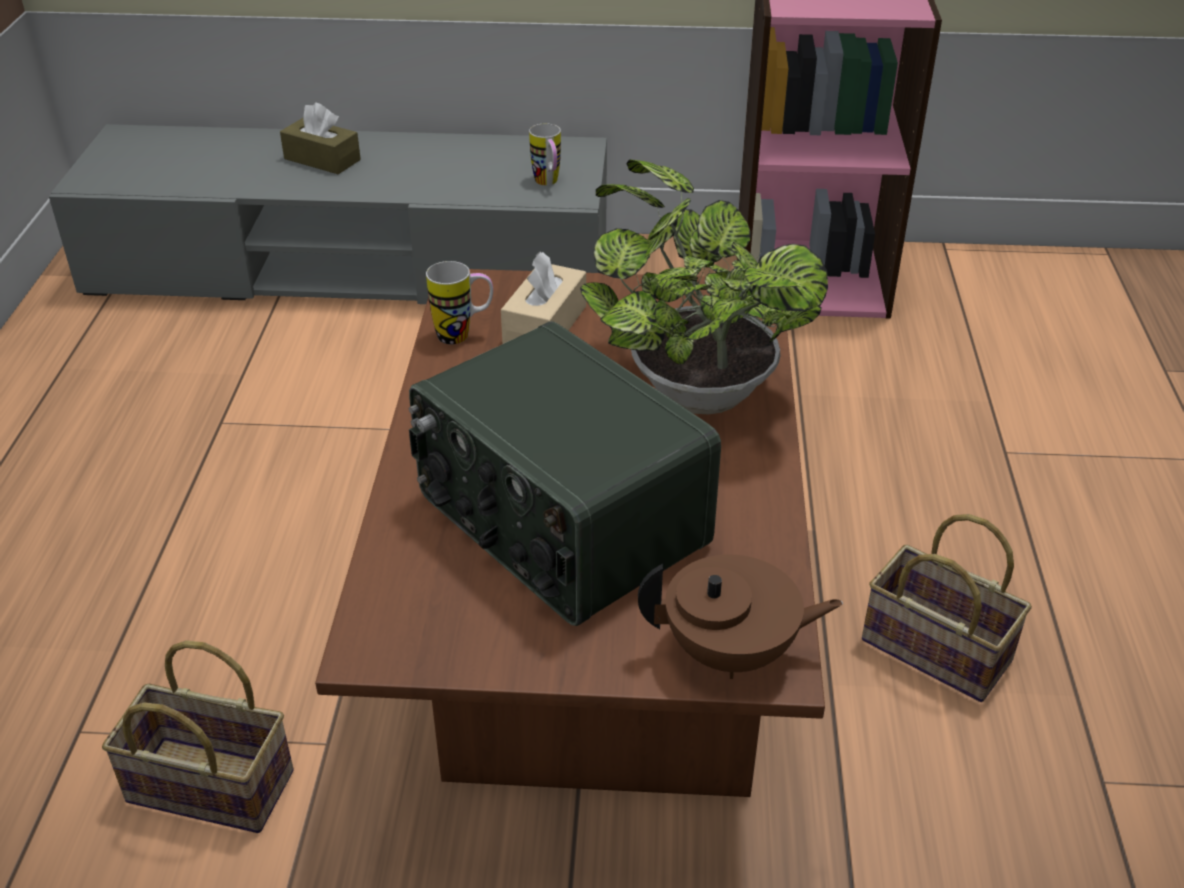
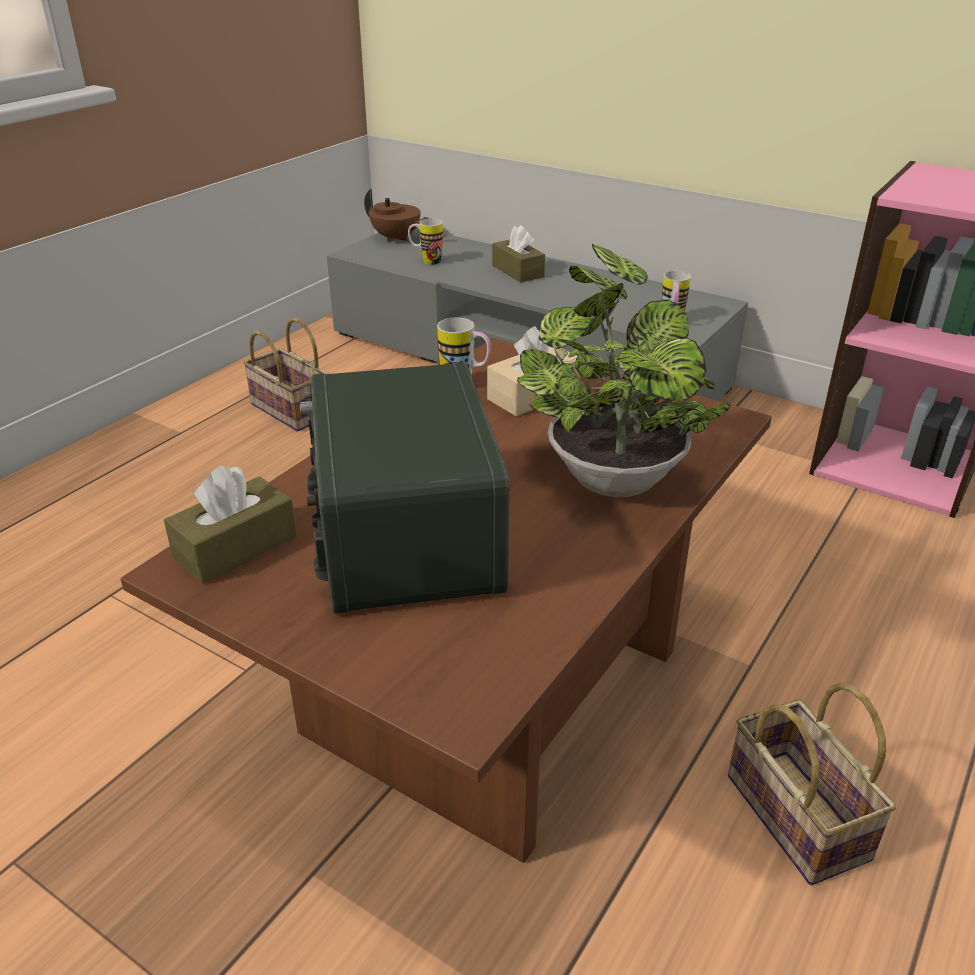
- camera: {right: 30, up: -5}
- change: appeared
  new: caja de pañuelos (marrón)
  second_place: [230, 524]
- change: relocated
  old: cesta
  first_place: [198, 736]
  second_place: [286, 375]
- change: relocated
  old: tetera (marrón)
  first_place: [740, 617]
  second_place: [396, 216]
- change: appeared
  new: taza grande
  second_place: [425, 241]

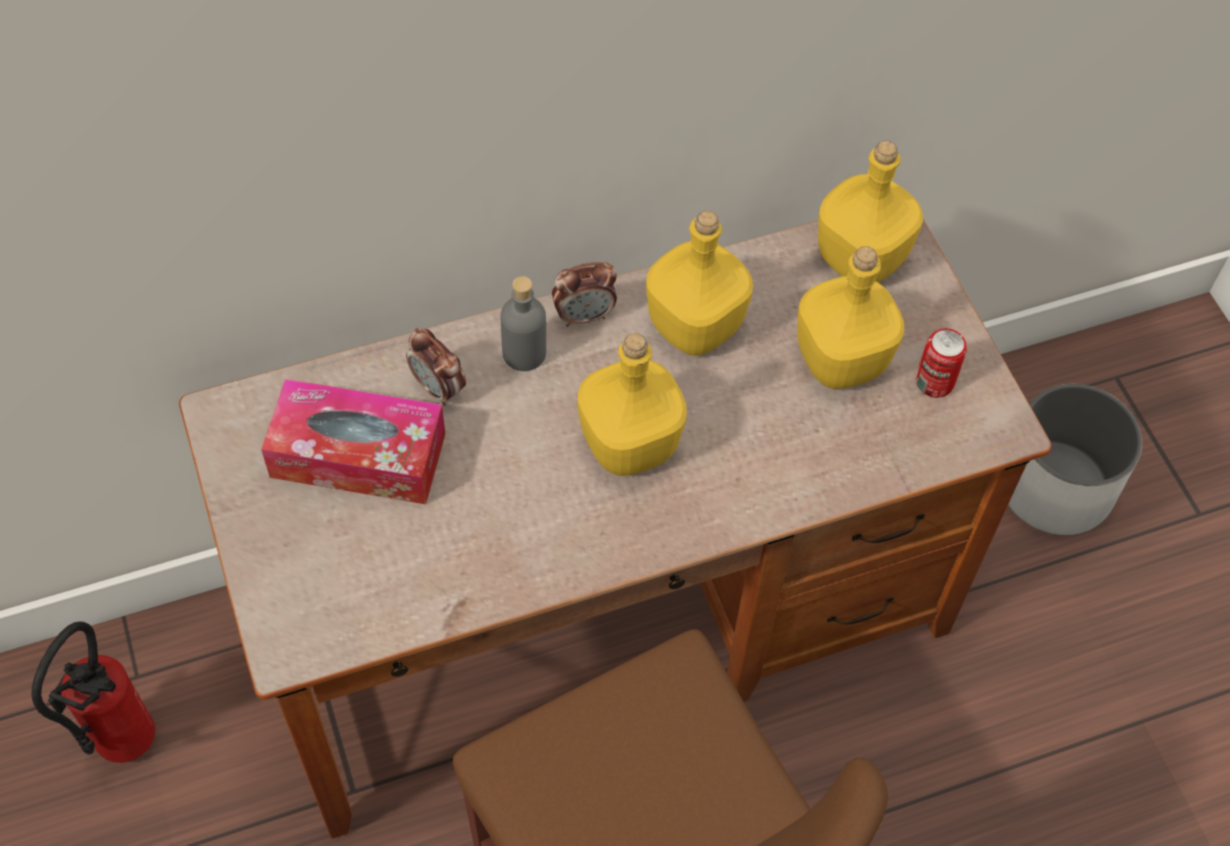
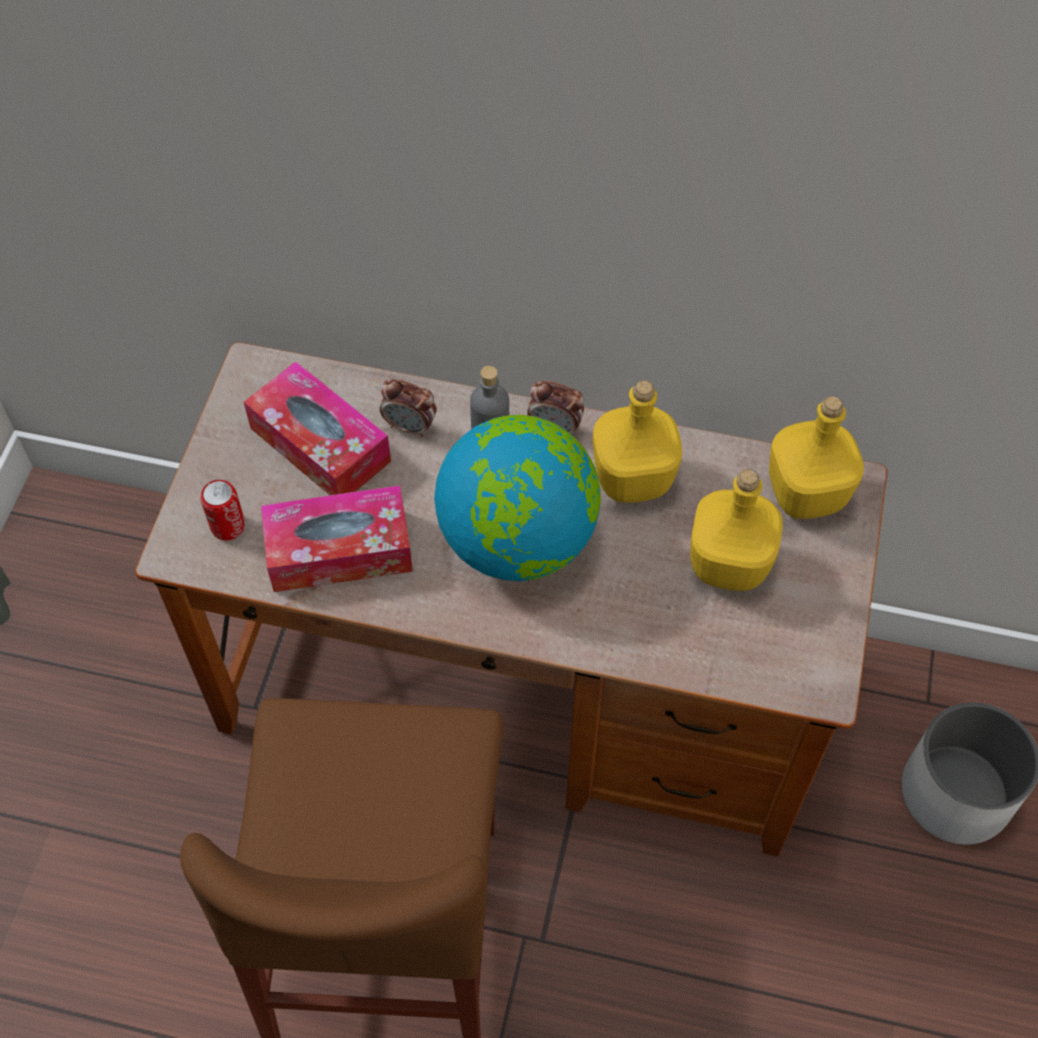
- camera: {right: 35, up: 0}
- change: relocated
  old: lata
  first_place: [941, 363]
  second_place: [223, 510]
- change: appeared
  new: caja de pañuelos
  second_place: [337, 538]
- change: spun
  old: despertador
  first_place: [436, 367]
  second_place: [408, 408]
  degrees: -60
- change: exchanged
  old: botella (amarillo)
  new: globo terráqueo
  first_place: [632, 404]
  second_place: [517, 498]
- change: missing
  old: extintor
  first_place: [93, 692]

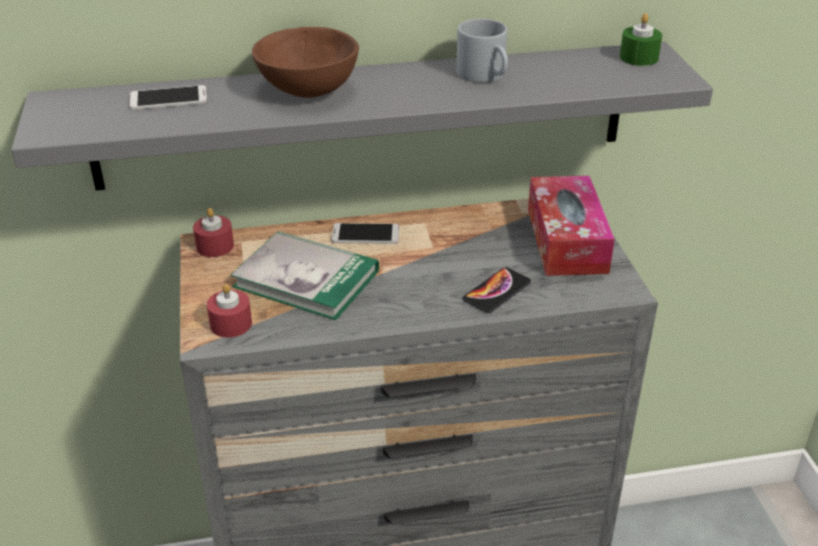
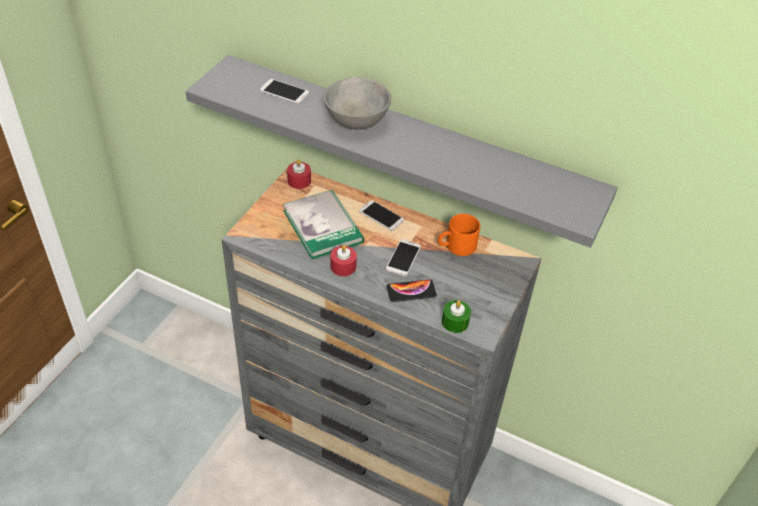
- camera: {right: 35, up: 10}
- change: colour
  old: cuenco (marrón)
  new: cuenco (gris)
  first_place: [305, 62]
  second_place: [357, 103]
- change: relocated
  old: vela (rojo)
  first_place: [229, 310]
  second_place: [344, 260]
- change: appeared
  new: móvil
  second_place: [403, 257]
- change: appeared
  new: taza grande (naranja)
  second_place: [459, 235]
- change: relocated
  old: vela (verde)
  first_place: [641, 39]
  second_place: [456, 316]
- change: missing
  old: taza grande (gris)
  first_place: [482, 51]
- change: missing
  old: caja de pañuelos
  first_place: [571, 226]

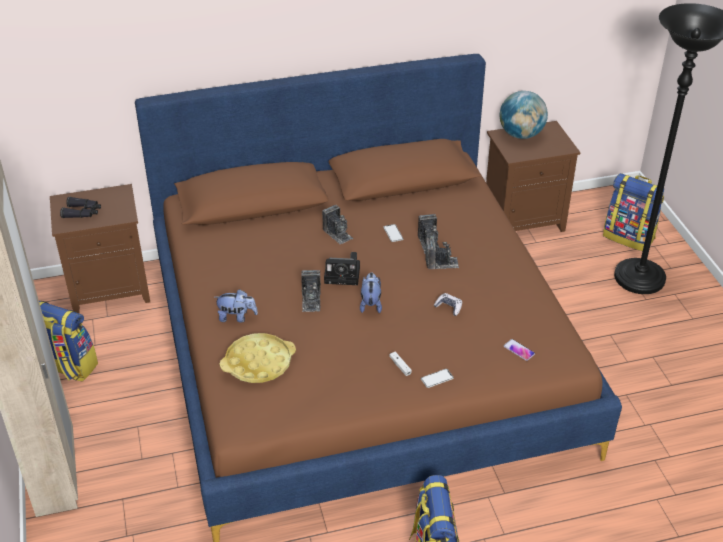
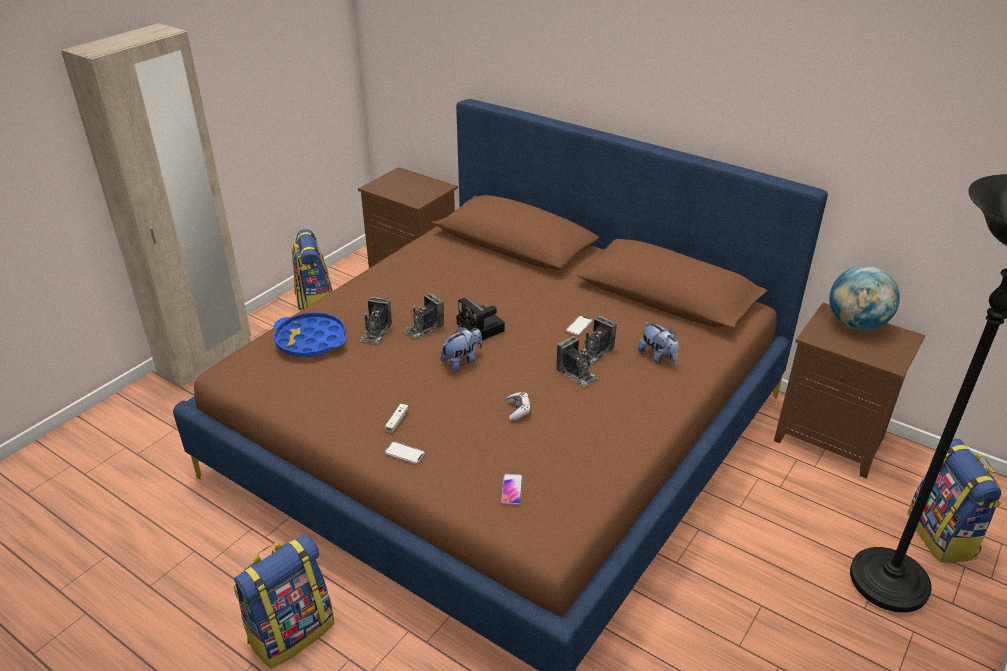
- camera: {right: 50, up: -5}
- change: colour
  old: bandeja (amarillo)
  new: bandeja (azul)
  first_place: [258, 358]
  second_place: [310, 334]
- change: relocated
  old: cámara
  first_place: [337, 225]
  second_place: [376, 320]
- change: relocated
  old: peluche
  first_place: [236, 306]
  second_place: [658, 343]
- change: missing
  old: prismáticos (negro)
  first_place: [80, 207]

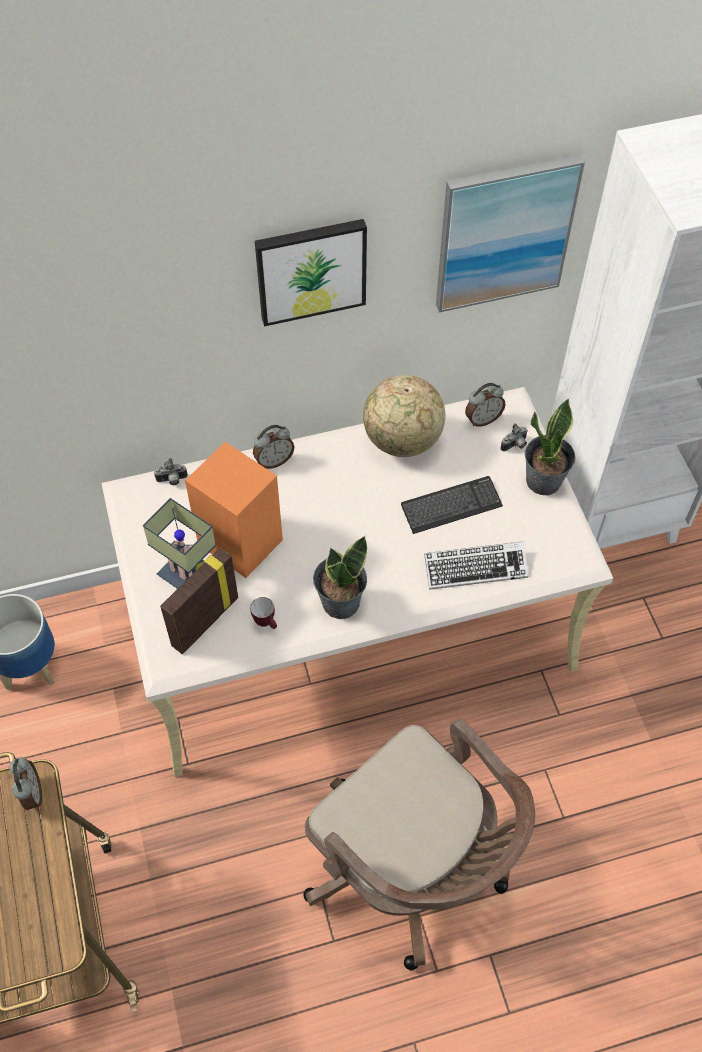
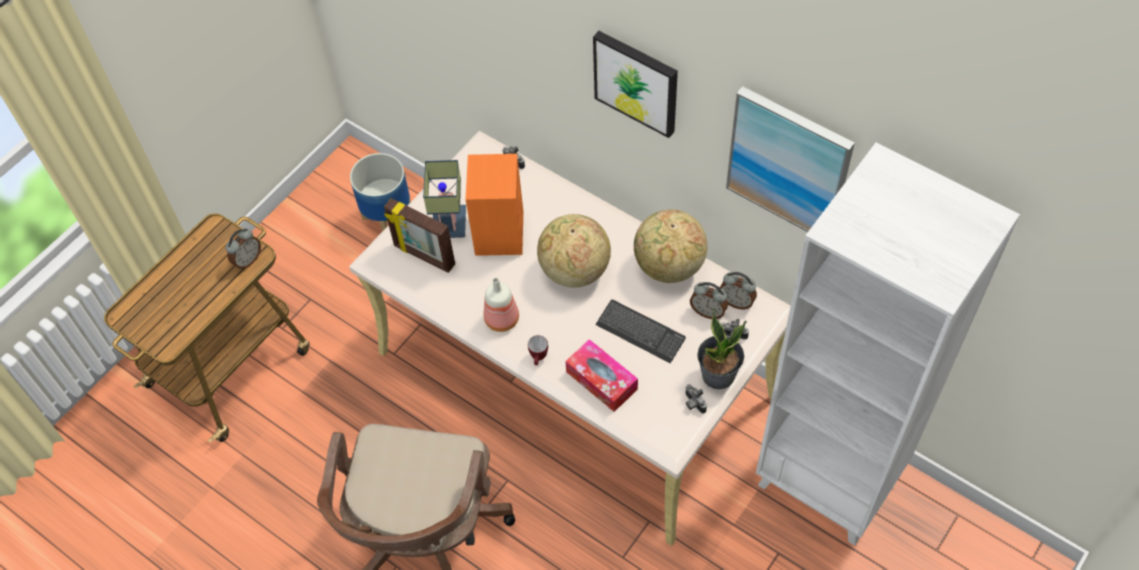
- camera: {right: 55, up: 0}
- change: spun
  old: portarretratos
  first_place: [199, 601]
  second_place: [419, 235]
  degrees: -150
- change: exchanged
  old: planta en maceta
  new: botella
  first_place: [340, 577]
  second_place: [501, 305]
- change: relocated
  old: taza grande
  first_place: [263, 613]
  second_place: [538, 350]
- change: appeared
  new: globo terráqueo
  second_place: [574, 251]
- change: exchanged
  old: teclado
  new: caja de pañuelos
  first_place: [476, 565]
  second_place: [601, 375]
- change: appeared
  new: cámara
  second_place: [696, 398]
- change: relocated
  old: despertador
  first_place: [273, 447]
  second_place: [709, 300]

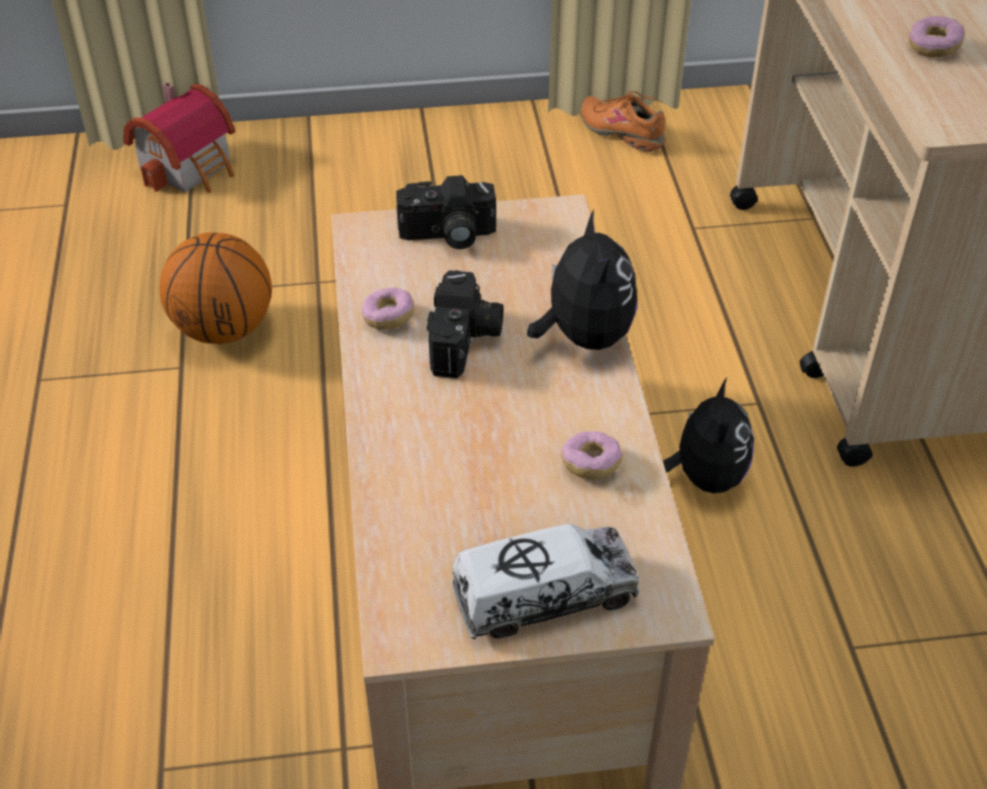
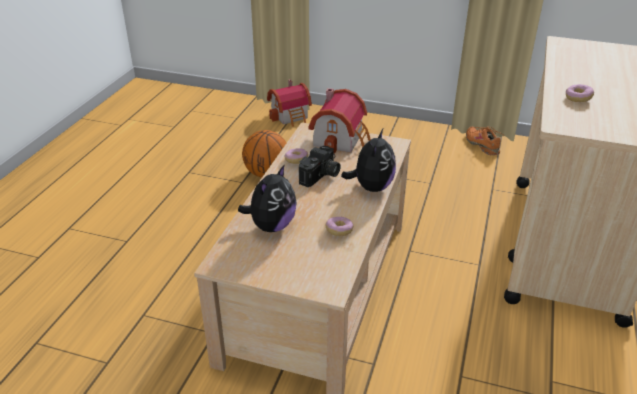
- camera: {right: 25, up: -10}
- change: relocated
  old: peluche
  first_place: [708, 435]
  second_place: [267, 198]
- change: exchanged
  old: cámara
  new: casita
  first_place: [446, 212]
  second_place: [339, 121]
- change: missing
  old: camión de juguete
  first_place: [545, 581]

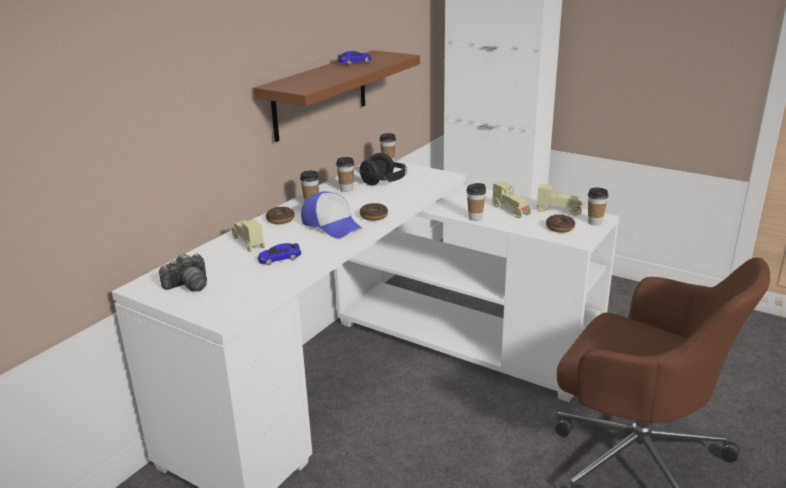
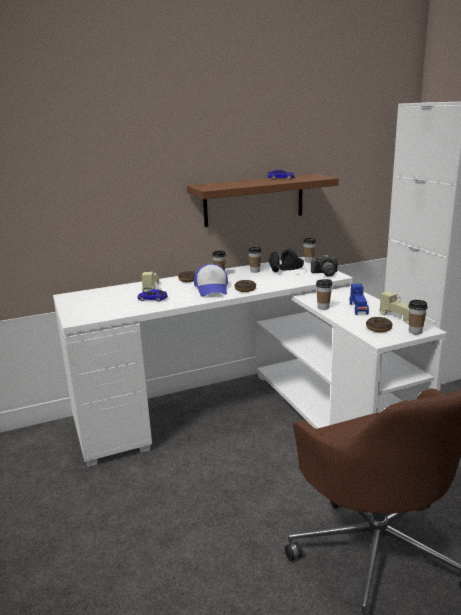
- camera: {right: 35, up: -5}
- change: relocated
  old: cámara
  first_place: [183, 272]
  second_place: [324, 266]
- change: colour
  old: coche de juguete (beis)
  new: coche de juguete (azul)
  first_place: [511, 199]
  second_place: [359, 299]

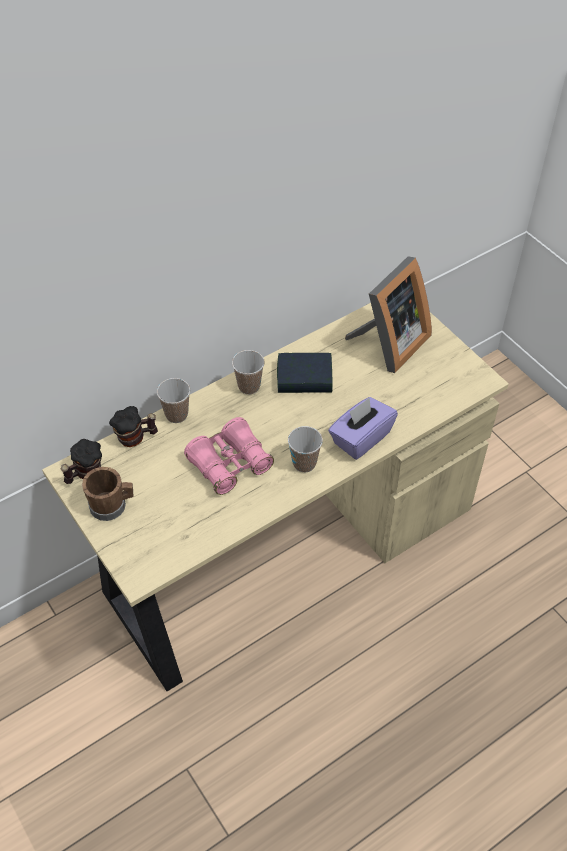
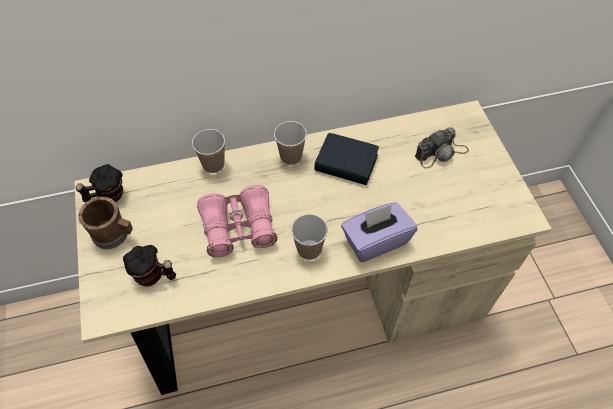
- camera: {right: 20, up: 5}
- change: relocated
  old: taza grande
  first_place: [133, 426]
  second_place: [149, 265]
- change: exchanged
  old: portarretratos
  new: cámara
  first_place: [388, 314]
  second_place: [442, 148]

